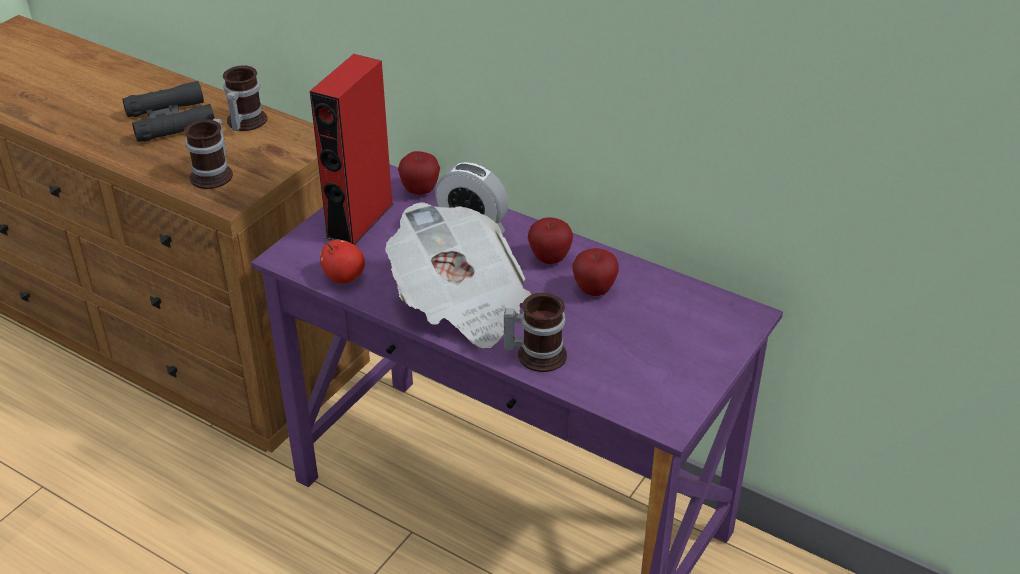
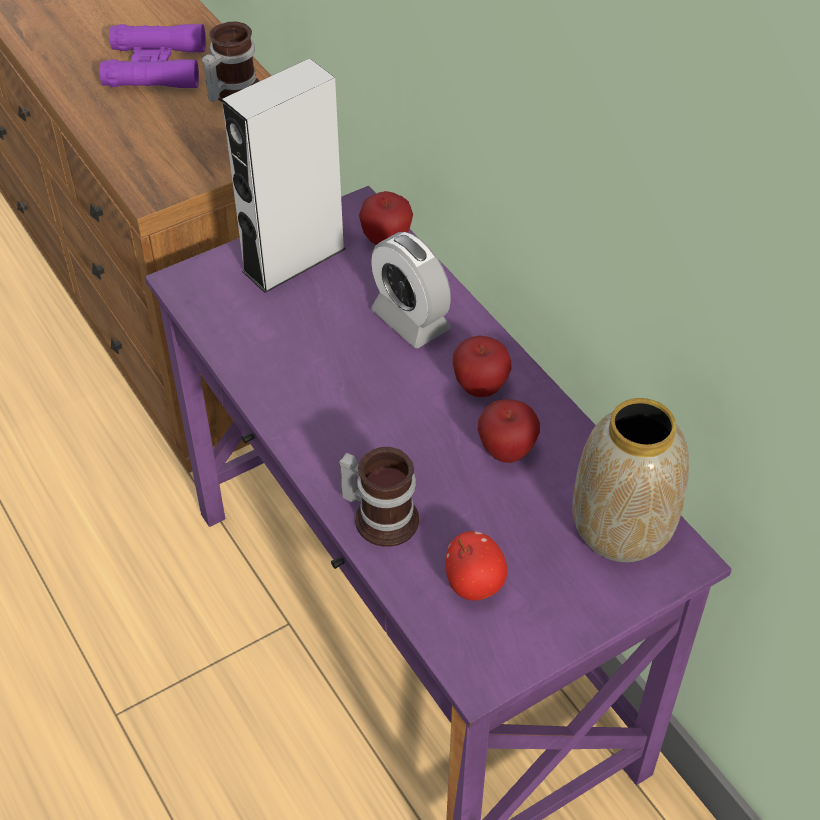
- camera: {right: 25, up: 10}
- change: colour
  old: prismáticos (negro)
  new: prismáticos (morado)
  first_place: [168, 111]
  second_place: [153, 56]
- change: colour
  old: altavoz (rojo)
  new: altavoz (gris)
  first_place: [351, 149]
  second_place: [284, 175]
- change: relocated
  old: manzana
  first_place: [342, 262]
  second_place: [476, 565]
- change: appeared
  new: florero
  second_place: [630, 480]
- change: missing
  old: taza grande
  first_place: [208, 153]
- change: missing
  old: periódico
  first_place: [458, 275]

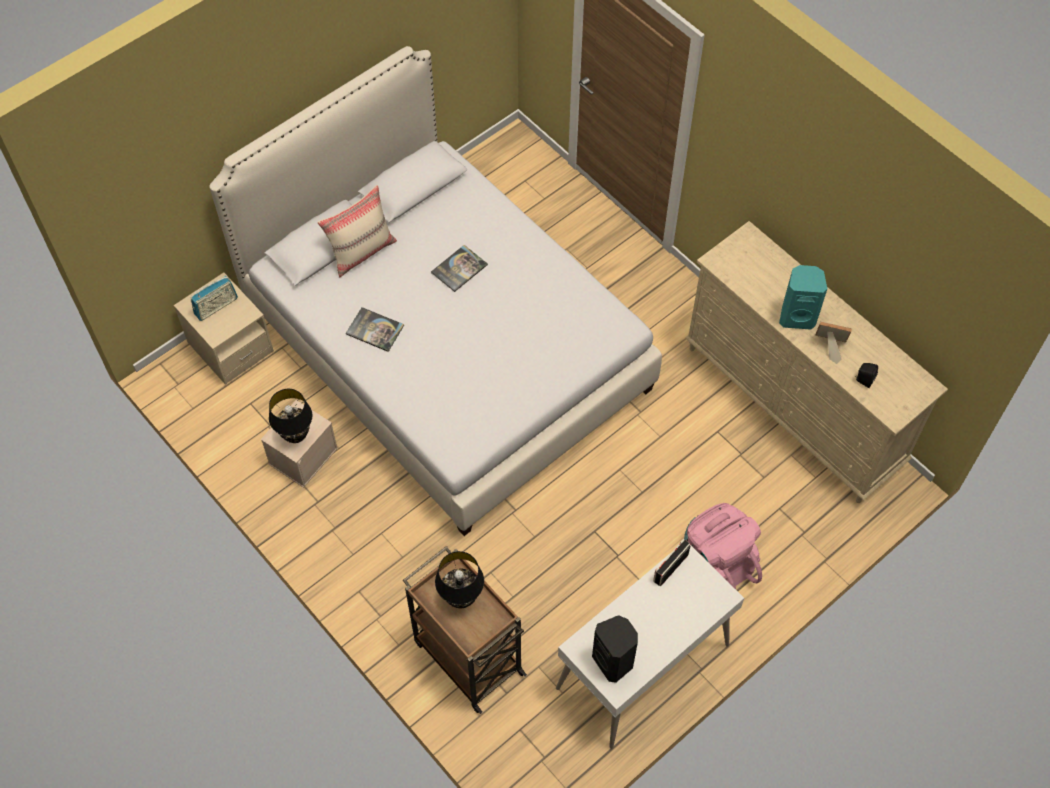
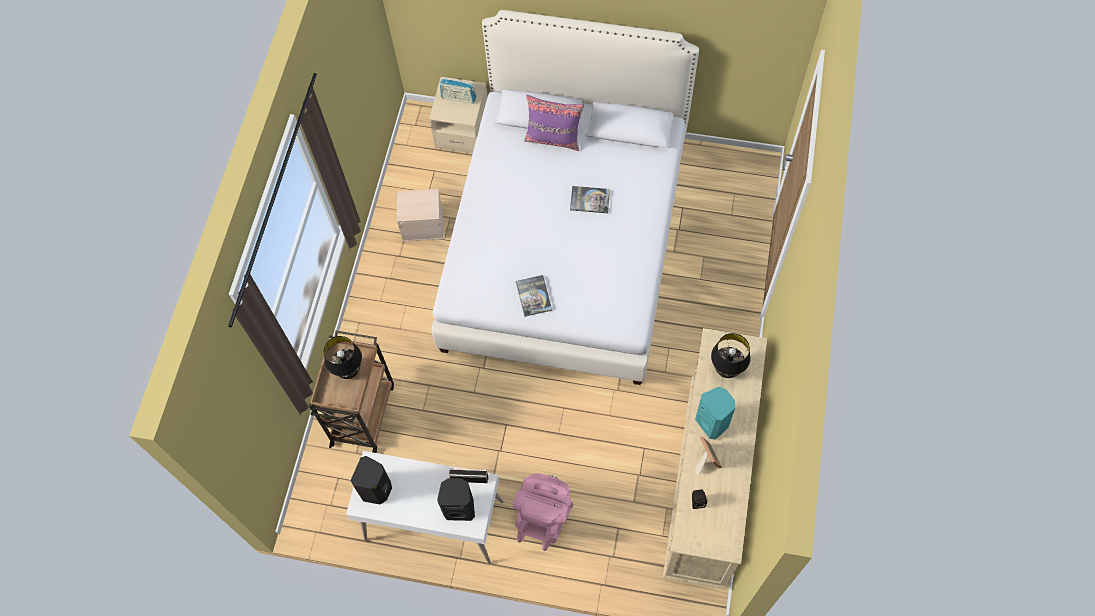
- camera: {right: 55, up: 5}
- change: appeared
  new: altavoz (negro)
  second_place: [456, 499]
- change: relocated
  old: libro
  first_place: [375, 329]
  second_place: [534, 296]
- change: colour
  old: cojín (beis)
  new: cojín (morado)
  first_place: [357, 231]
  second_place: [554, 123]
- change: relocated
  old: lámpara de mesa (negro)
  first_place: [291, 416]
  second_place: [731, 355]

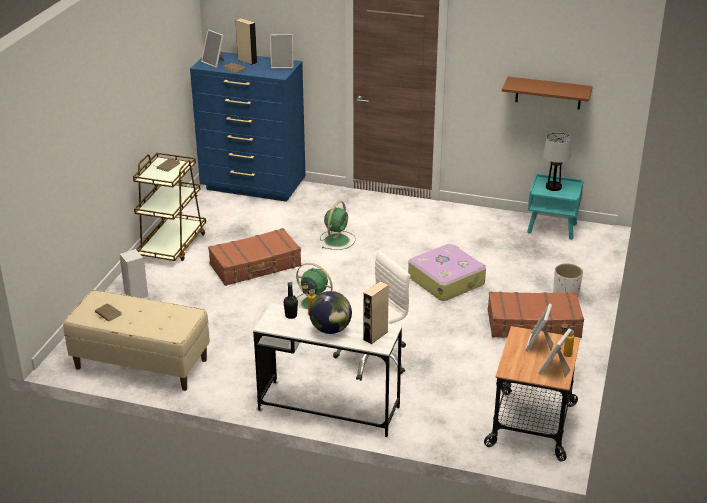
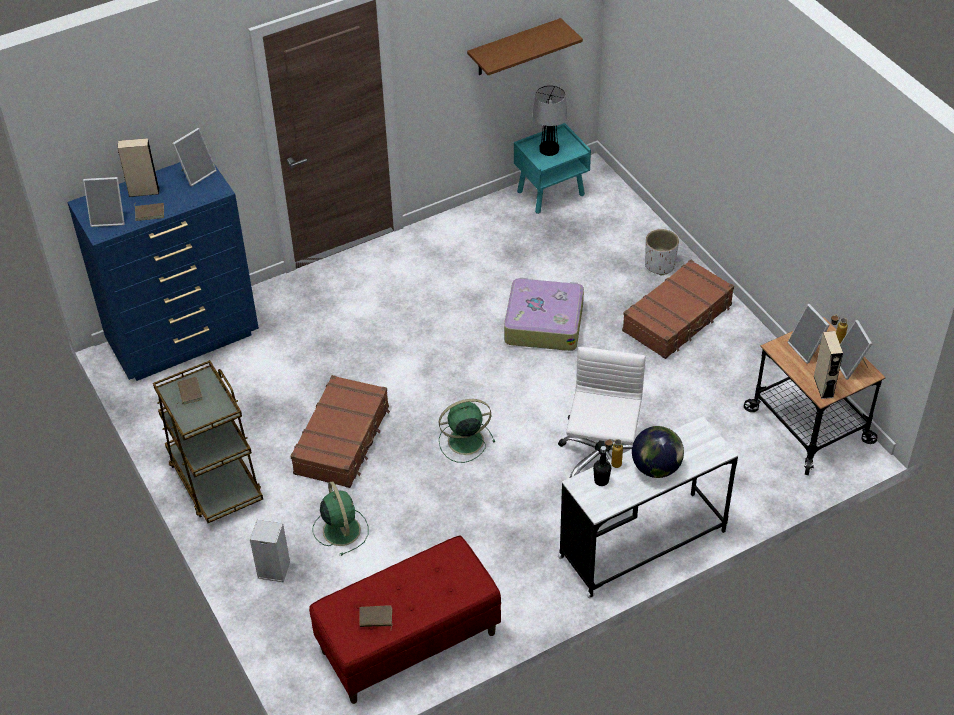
- camera: {right: -45, up: 15}
- change: colour
  old: banco (beis)
  new: banco (rojo)
  first_place: [136, 340]
  second_place: [405, 619]
- change: relocated
  old: ventilador (verde)
  first_place: [338, 225]
  second_place: [340, 518]
- change: relocated
  old: altavoz (beis)
  first_place: [376, 312]
  second_place: [828, 365]

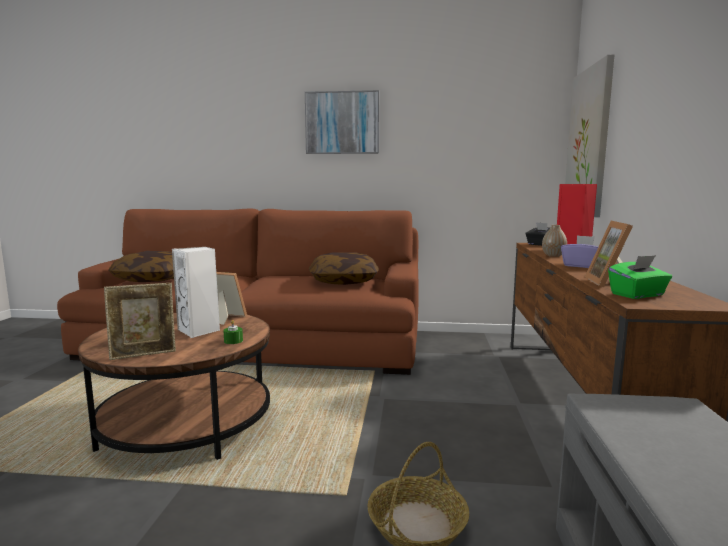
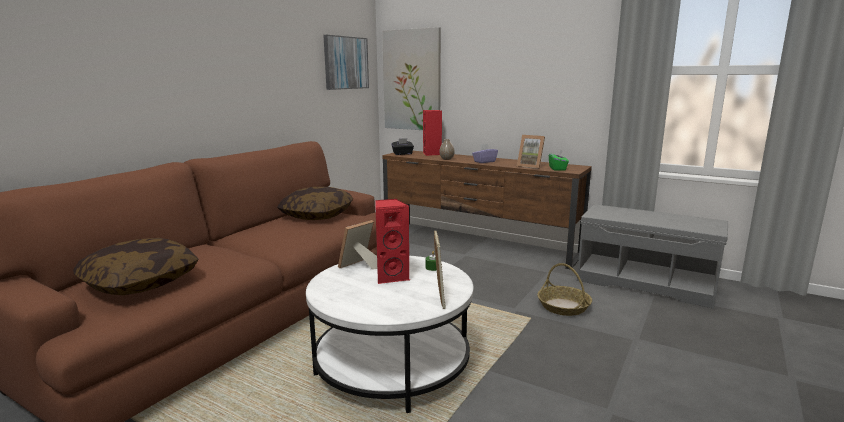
- camera: {right: -65, up: 5}
- change: colour
  old: mesa de centro (marrón)
  new: mesa de centro (blanco)
  first_place: [174, 386]
  second_place: [389, 334]
- change: relocated
  old: cuadro
  first_place: [342, 122]
  second_place: [346, 62]
- change: colour
  old: altavoz (blanco)
  new: altavoz (rojo)
  first_place: [196, 292]
  second_place: [393, 241]

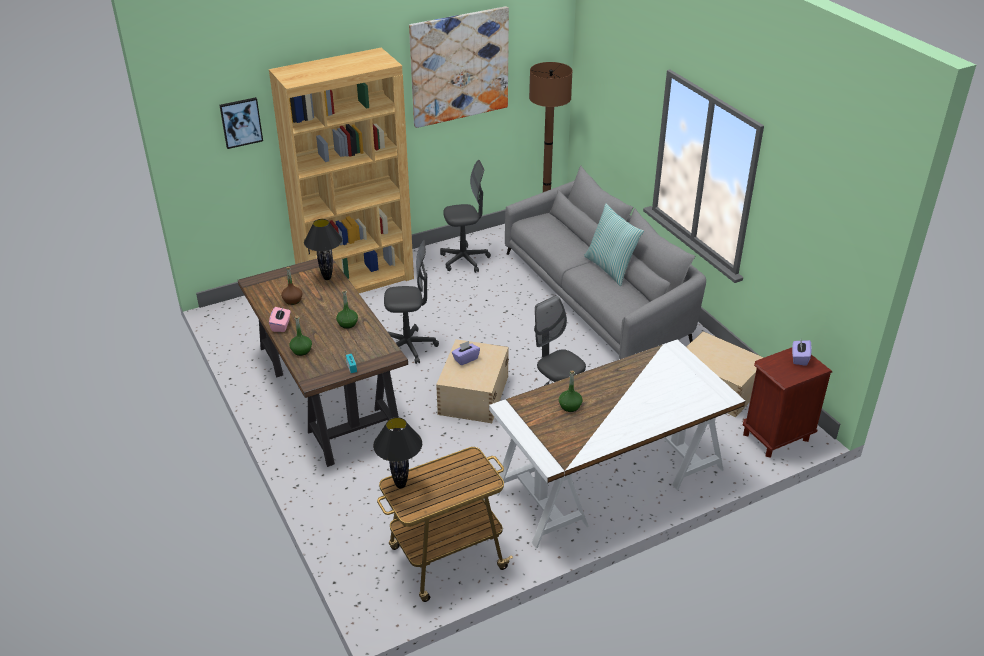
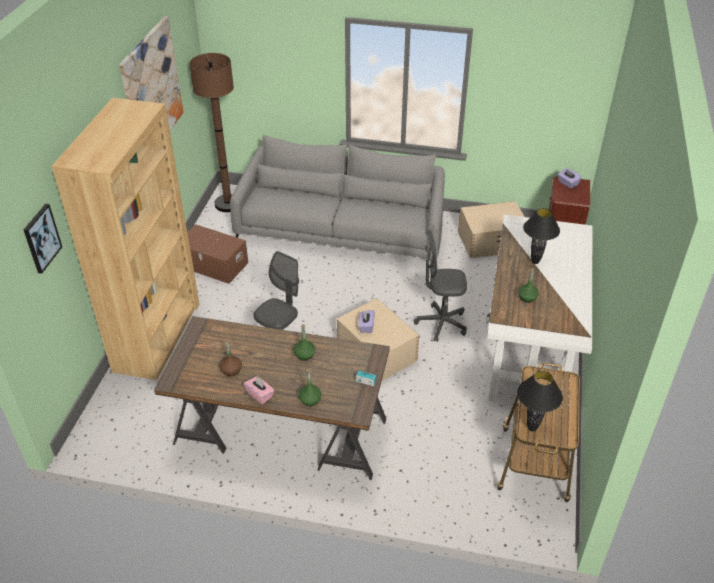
- camera: {right: -50, up: 5}
- change: exchanged
  old: silla de oficina (gris)
  new: caja de almacenaje (marrón)
  first_place: [465, 216]
  second_place: [217, 254]
- change: relocated
  old: lámpara de mesa (negro)
  first_place: [323, 249]
  second_place: [541, 236]
- change: missing
  old: cojín
  first_place: [614, 245]

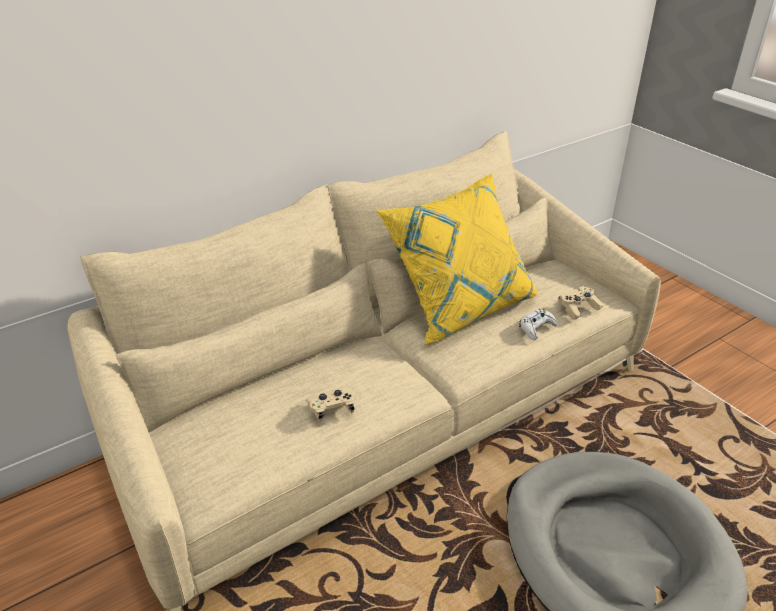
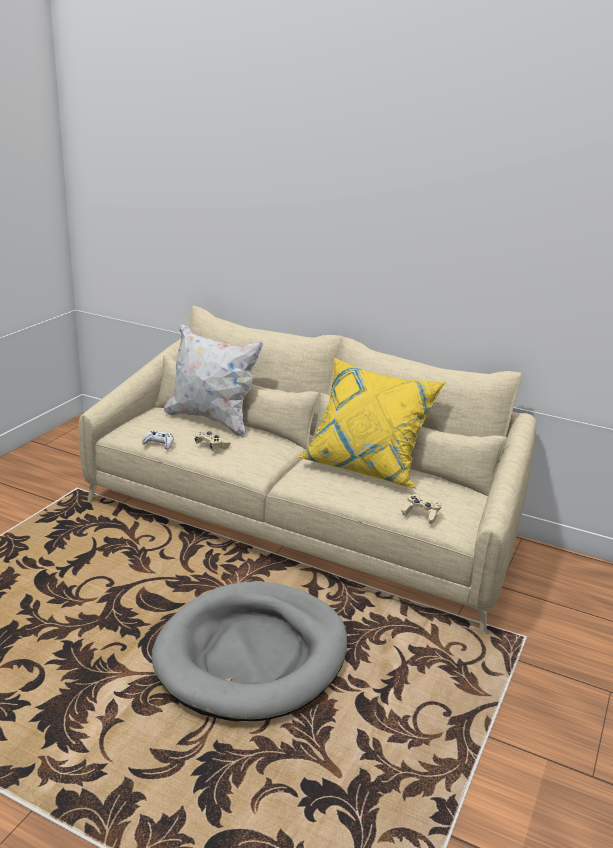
- camera: {right: 60, up: -10}
- change: relocated
  old: mando de consola (blanco)
  first_place: [538, 324]
  second_place: [158, 440]
- change: appeared
  new: cojín (blanco)
  second_place: [213, 381]

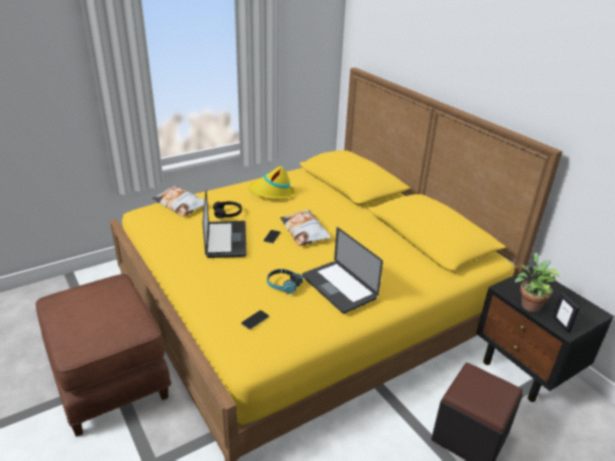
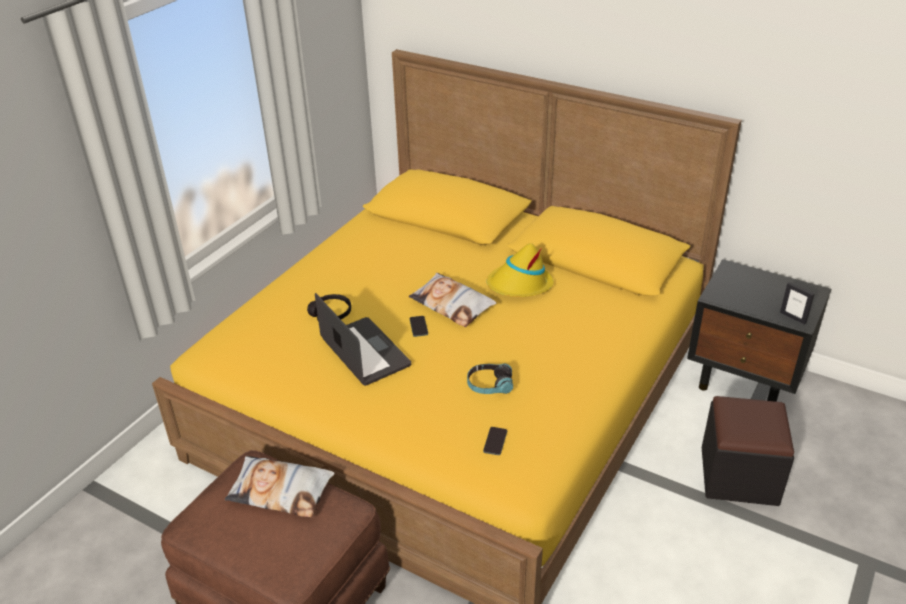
- camera: {right: -25, up: 5}
- change: relocated
  old: cojín
  first_place: [178, 201]
  second_place: [280, 487]
- change: relocated
  old: sombrero (amarillo)
  first_place: [271, 182]
  second_place: [520, 270]
- change: missing
  old: portátil
  first_place: [342, 270]
- change: missing
  old: planta en maceta
  first_place: [537, 282]

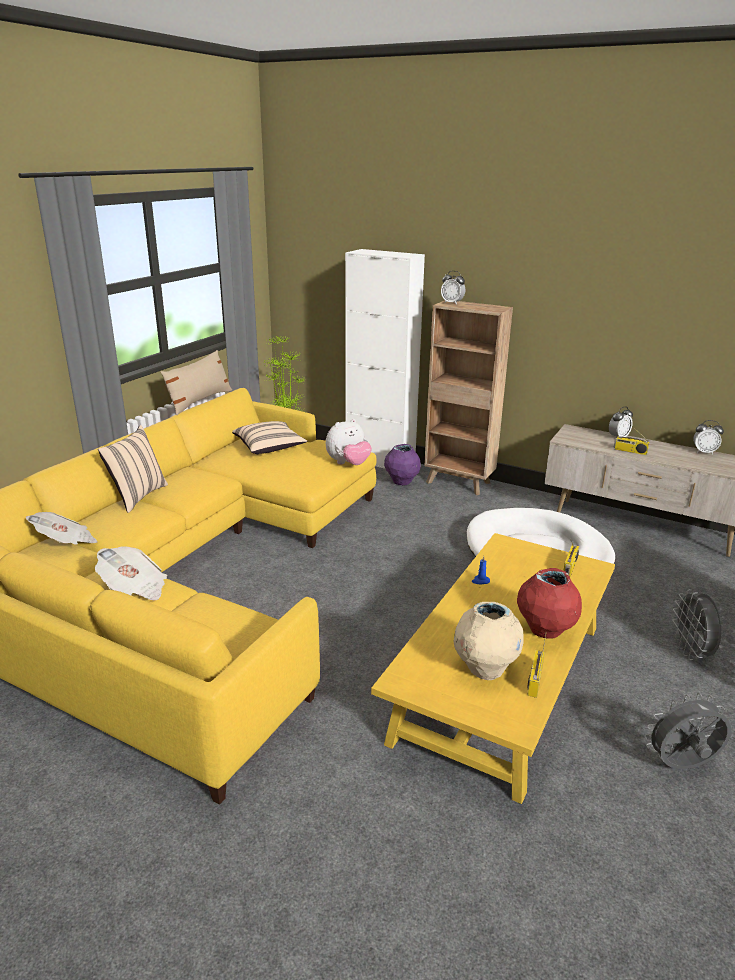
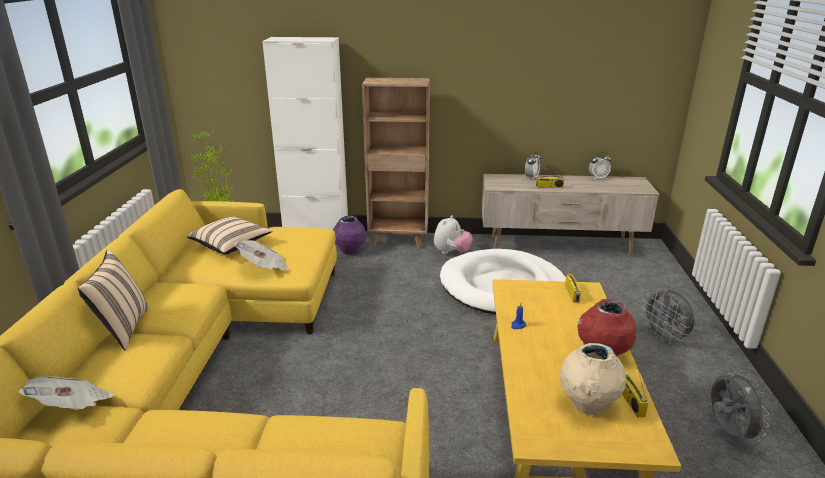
- camera: {right: -25, up: 0}
- change: relocated
  old: periódico
  first_place: [131, 573]
  second_place: [261, 255]
- change: relocated
  old: peluche
  first_place: [349, 442]
  second_place: [453, 234]
- change: spun
  old: ventilador (gris)
  first_place: [688, 731]
  second_place: [740, 406]
  degrees: 120
- change: missing
  old: cojín (beis)
  first_place: [196, 382]
- change: missing
  old: despertador
  first_place: [453, 288]

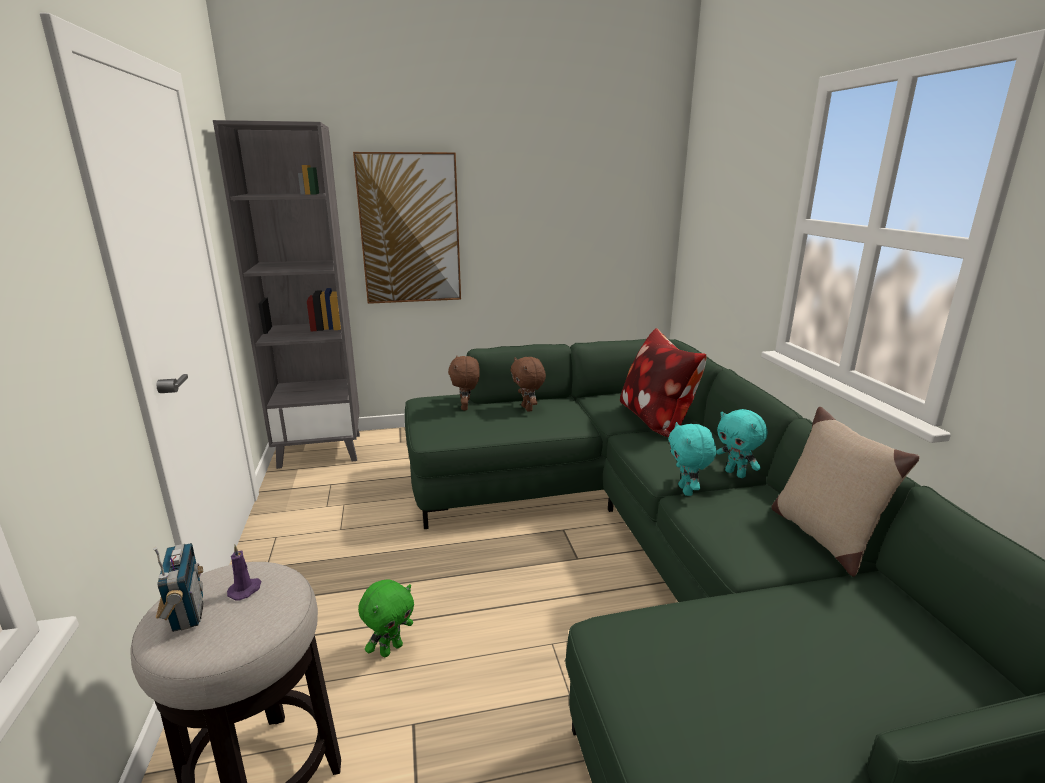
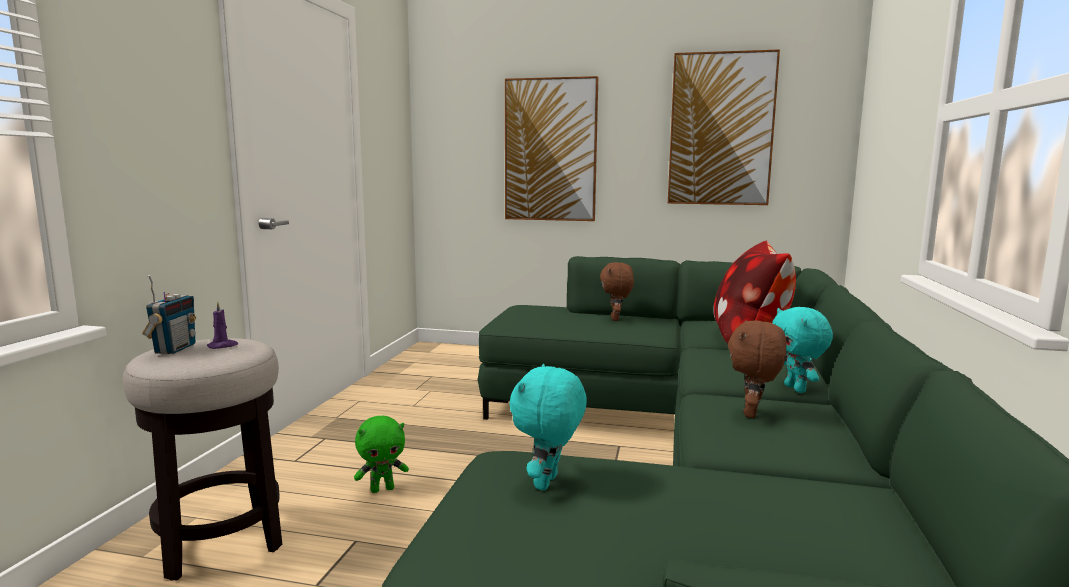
- camera: {right: 25, up: -10}
- change: relocated
  old: peluche (turquesa)
  first_place: [692, 459]
  second_place: [548, 427]
- change: appeared
  new: cuadro
  second_place: [724, 127]
- change: relocated
  old: peluche (marrón)
  first_place: [464, 383]
  second_place: [757, 369]
- change: missing
  old: estantería (gris)
  first_place: [286, 294]
- change: missing
  old: cojín (beis)
  first_place: [845, 492]

